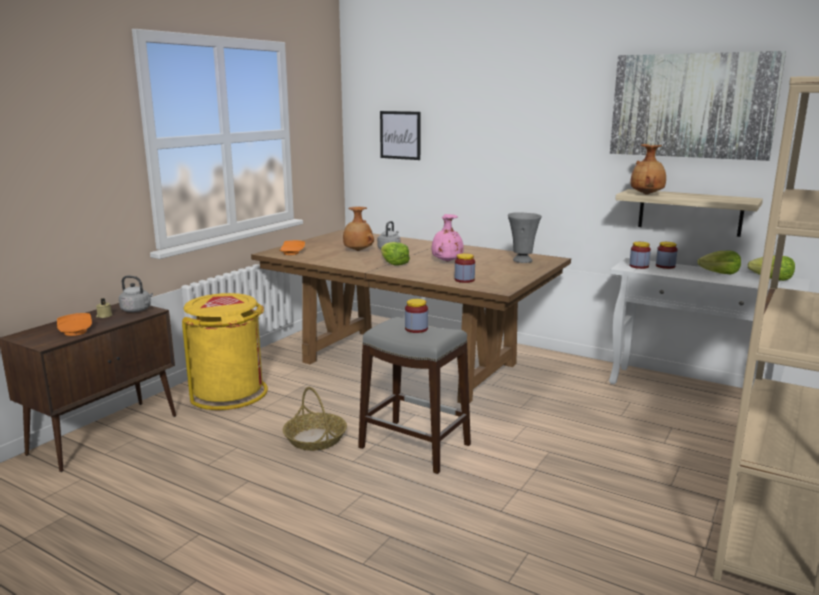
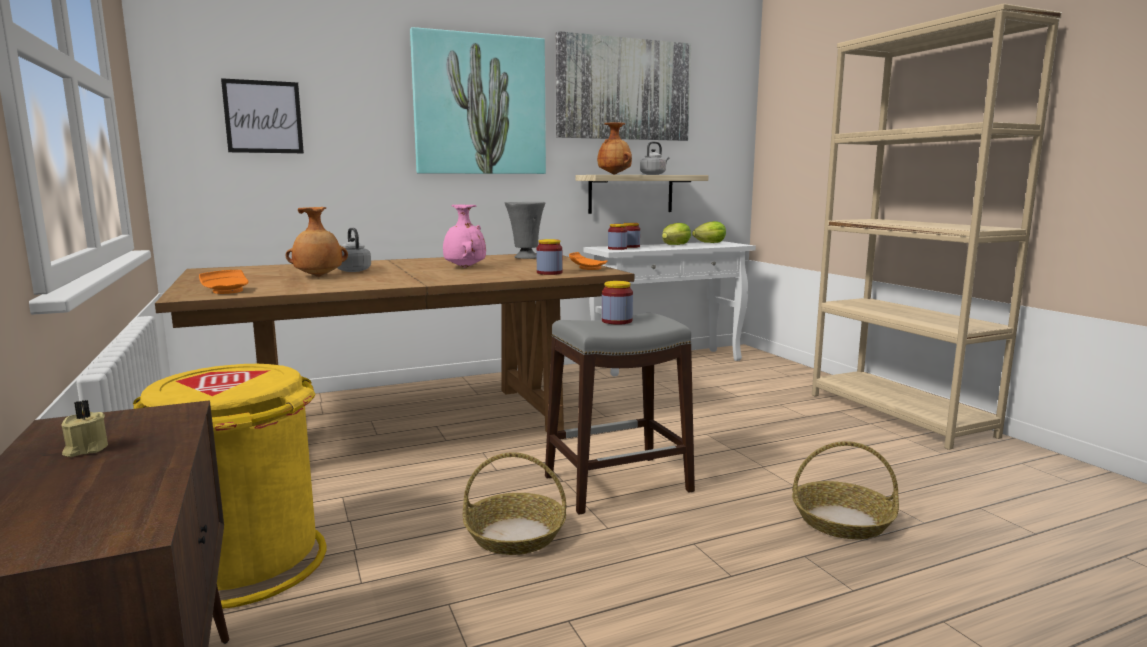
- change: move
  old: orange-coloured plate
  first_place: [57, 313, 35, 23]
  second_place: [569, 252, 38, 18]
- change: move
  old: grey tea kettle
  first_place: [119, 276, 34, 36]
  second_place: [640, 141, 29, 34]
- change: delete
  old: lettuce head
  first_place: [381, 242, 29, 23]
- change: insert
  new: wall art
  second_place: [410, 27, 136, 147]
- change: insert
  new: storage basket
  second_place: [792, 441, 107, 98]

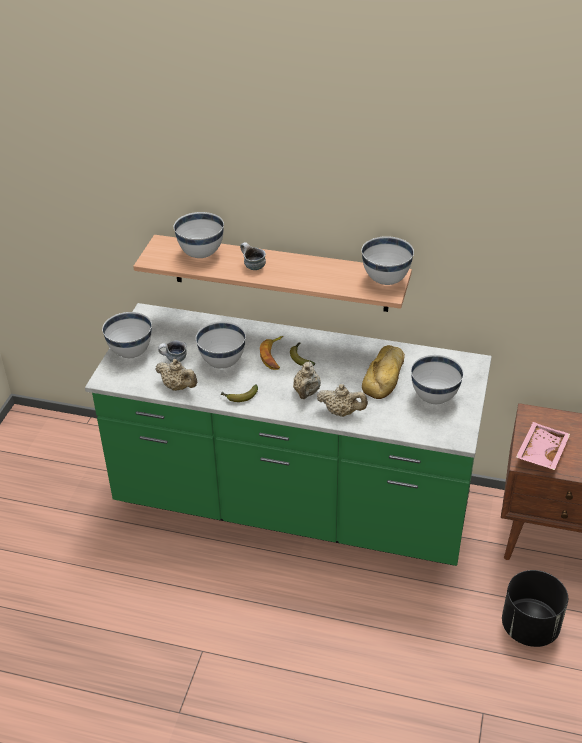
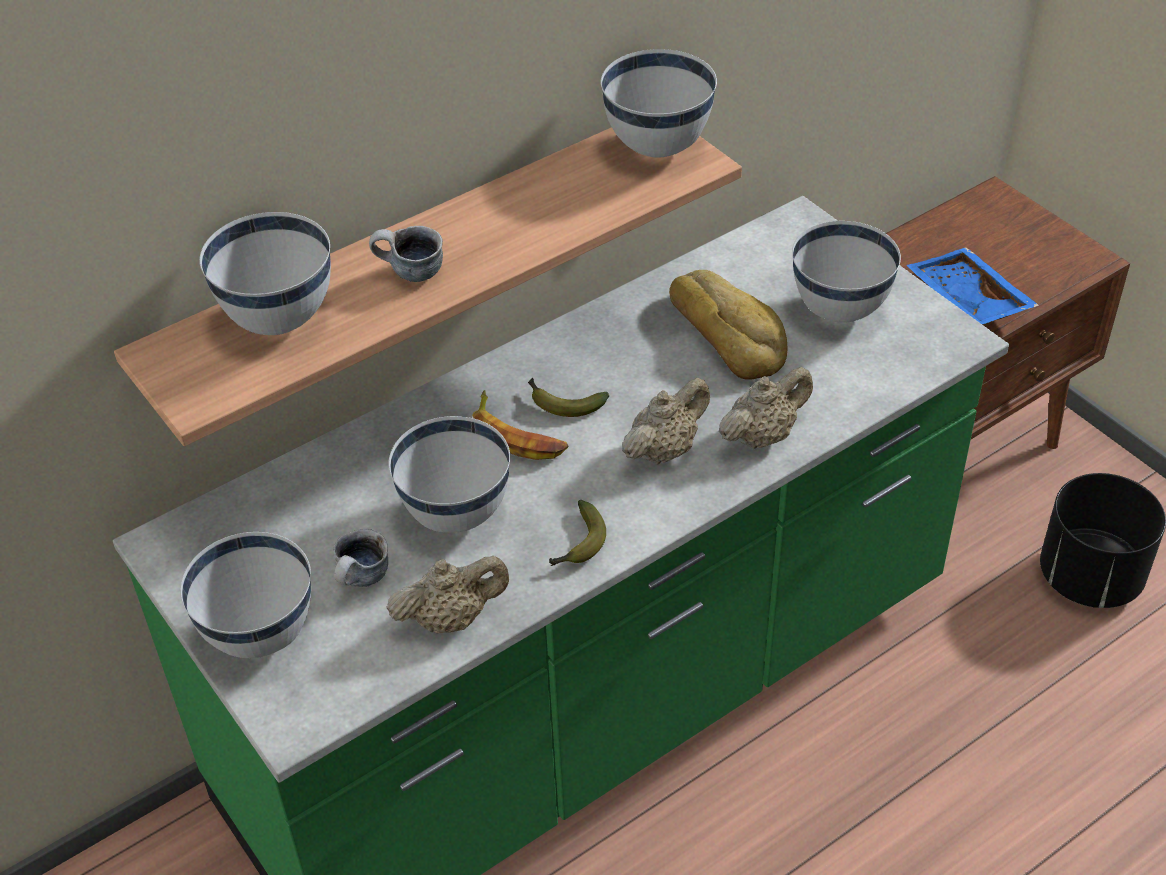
- change: rotate
  old: sand-coloured teapot
  first_place: [293, 362, 28, 37]
  second_place: [622, 378, 88, 87]
  degrees: -90
- change: recolor
  old: pinkish carrying tray
  new: blue-coloured carrying tray
  first_place: [516, 422, 54, 48]
  second_place: [906, 248, 133, 76]

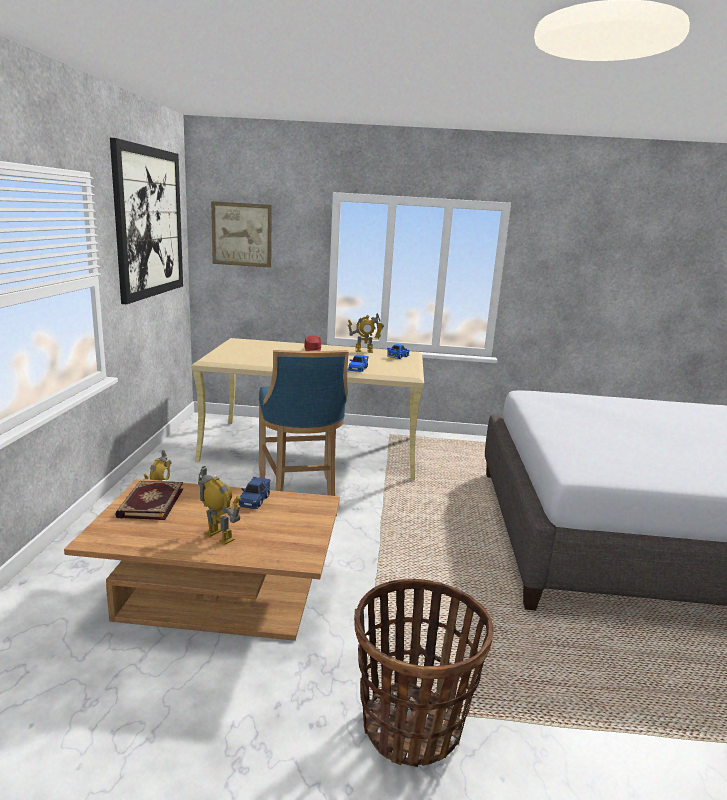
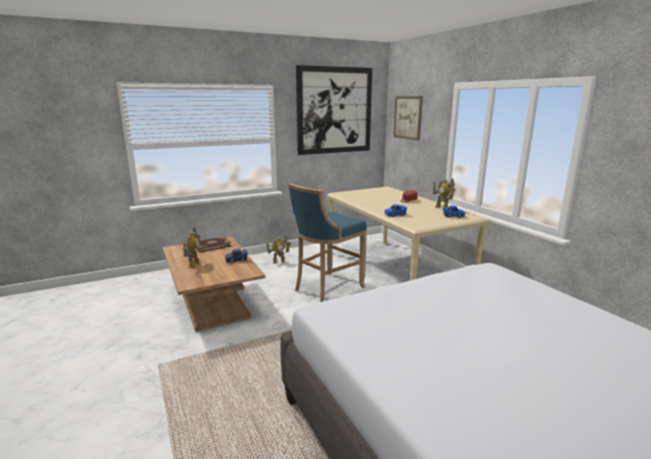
- change: delete
  old: storage basket
  first_place: [354, 579, 140, 189]

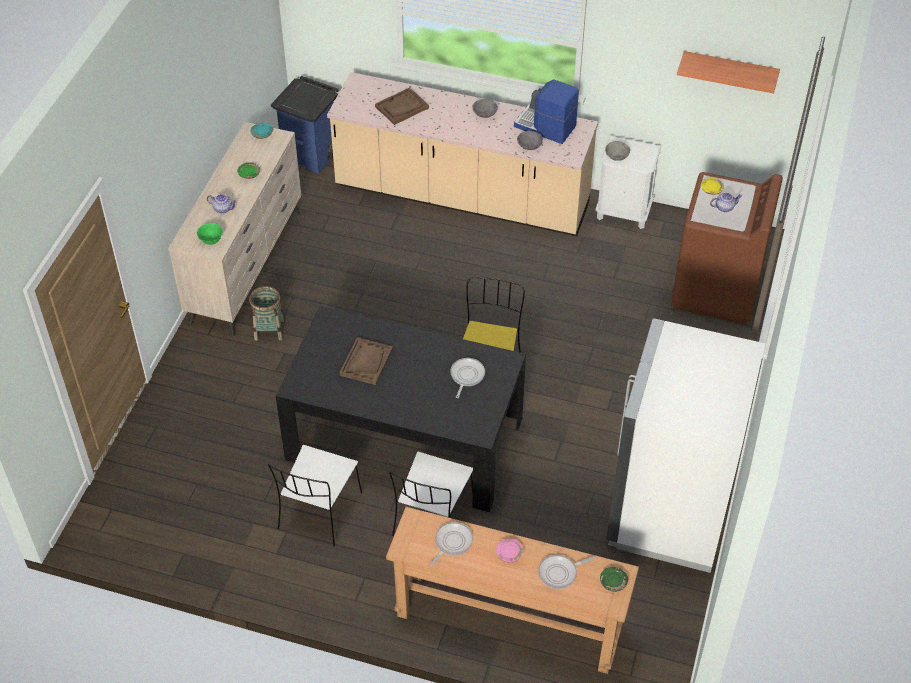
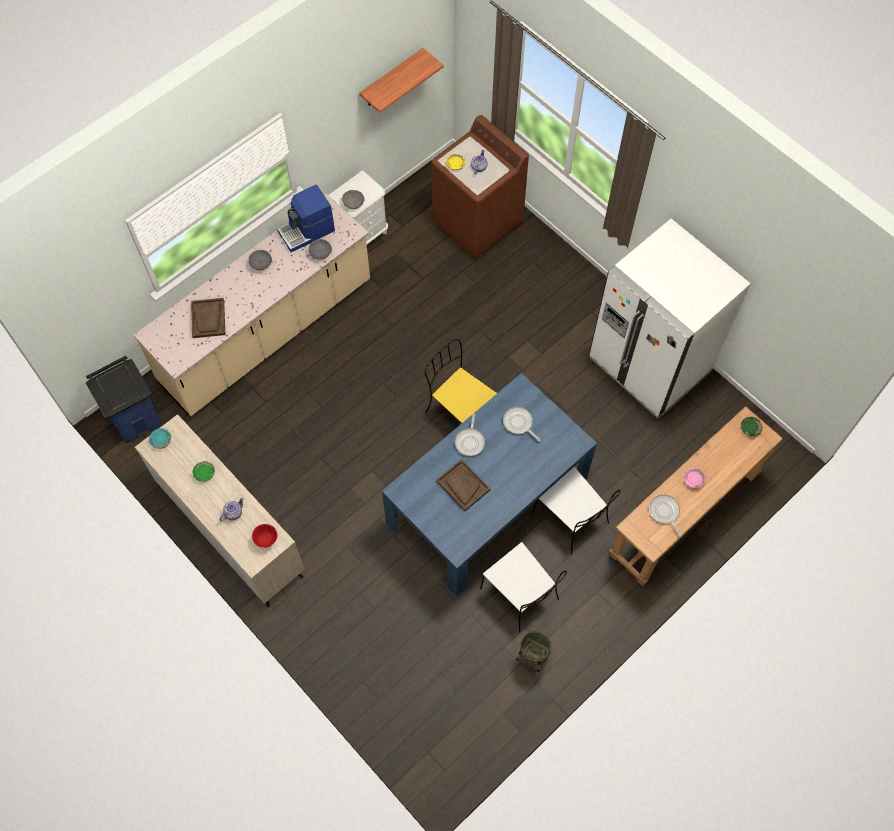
- change: recolor
  old: green-coloured deep dish
  new: red deep dish
  first_place: [197, 223, 26, 22]
  second_place: [252, 524, 26, 24]
- change: move
  old: storage basket
  first_place: [249, 286, 35, 55]
  second_place: [515, 631, 36, 44]
- change: recolor
  old: black dinner table
  new: blue-coloured dinner table
  first_place: [276, 306, 250, 206]
  second_place: [382, 373, 215, 224]
- change: move
  old: frying pan
  first_place: [538, 555, 57, 34]
  second_place: [455, 413, 30, 43]

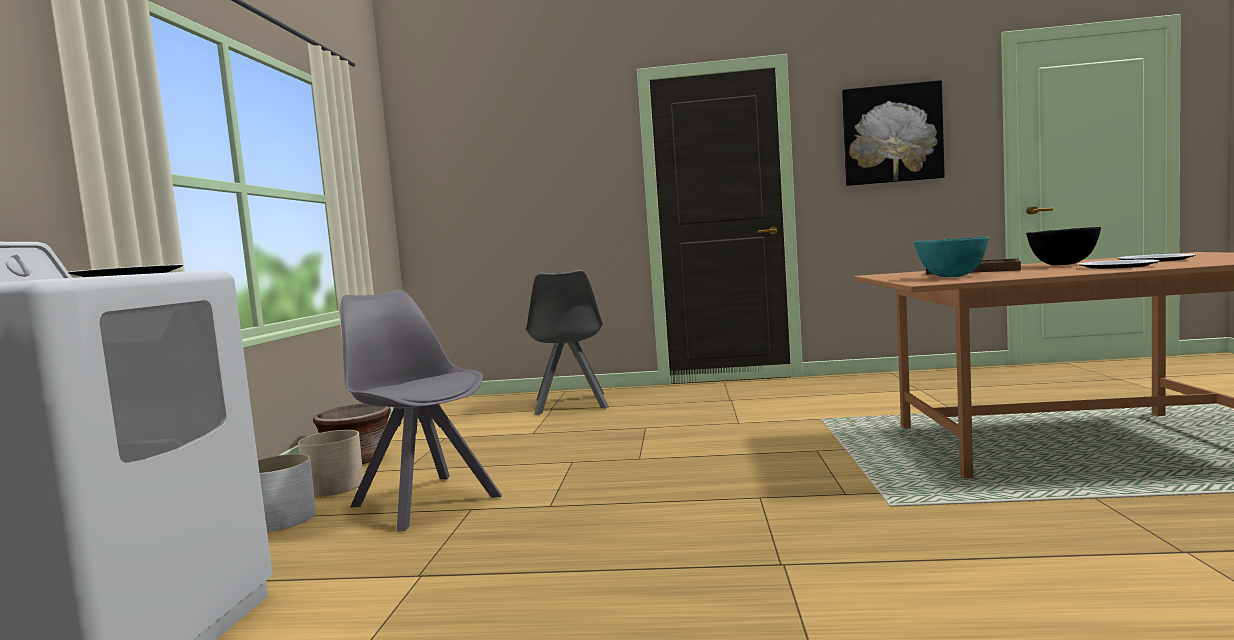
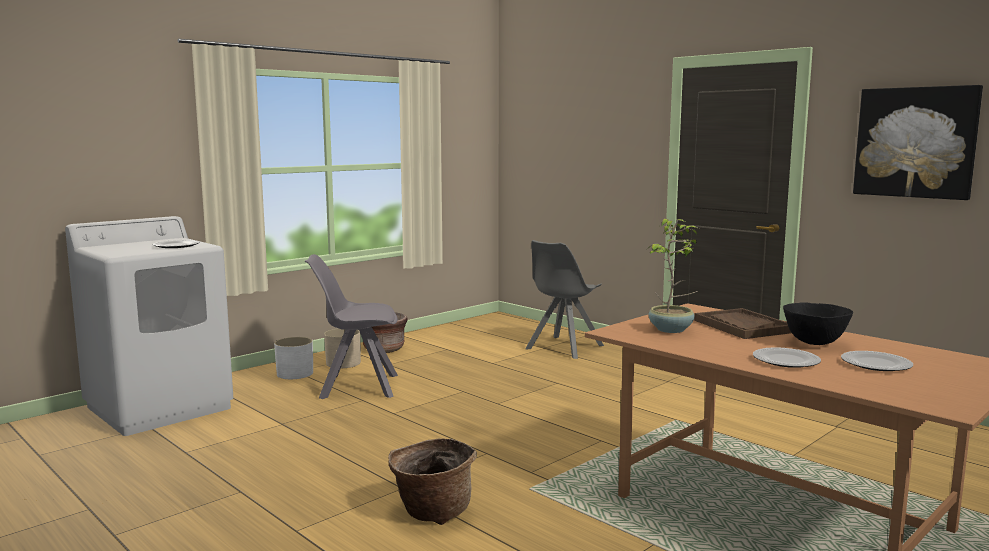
- change: rotate
  old: grey plain chair
  first_place: [340, 290, 162, 241]
  second_place: [305, 254, 93, 145]
  degrees: -90
- change: replace
  old: turquoise-coloured deep dish
  new: plant in a pot
  first_place: [914, 237, 75, 40]
  second_place: [648, 218, 51, 115]
- change: insert
  new: storage basket
  second_place: [388, 438, 89, 87]

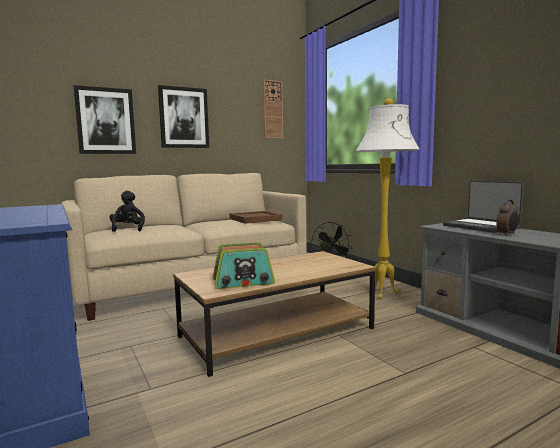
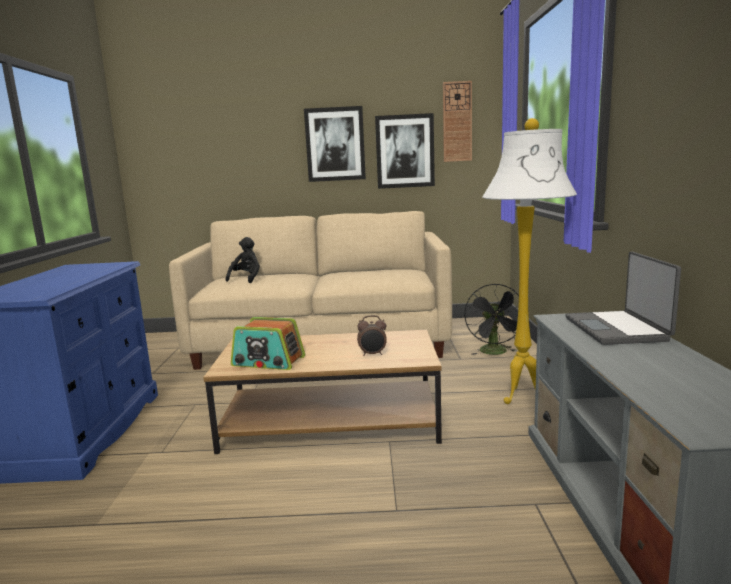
- change: move
  old: wall art
  first_place: [74, 85, 62, 69]
  second_place: [375, 113, 60, 76]
- change: delete
  old: brownish carrying tray
  first_place: [230, 211, 52, 13]
- change: move
  old: bedside clock
  first_place: [496, 200, 23, 36]
  second_place: [357, 315, 30, 41]

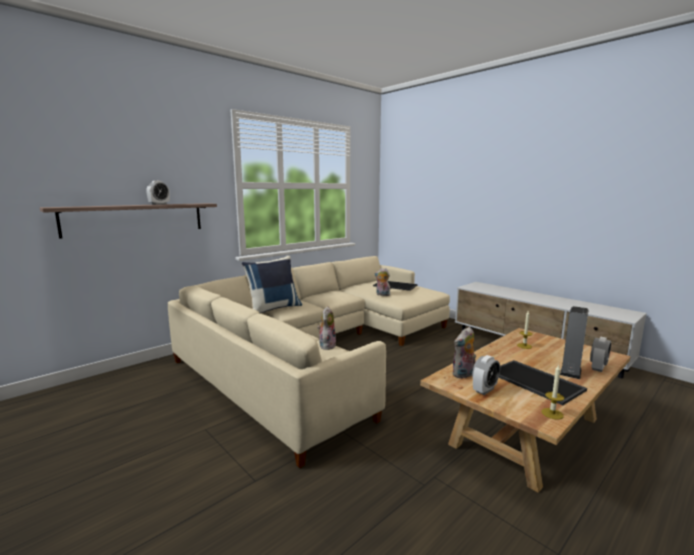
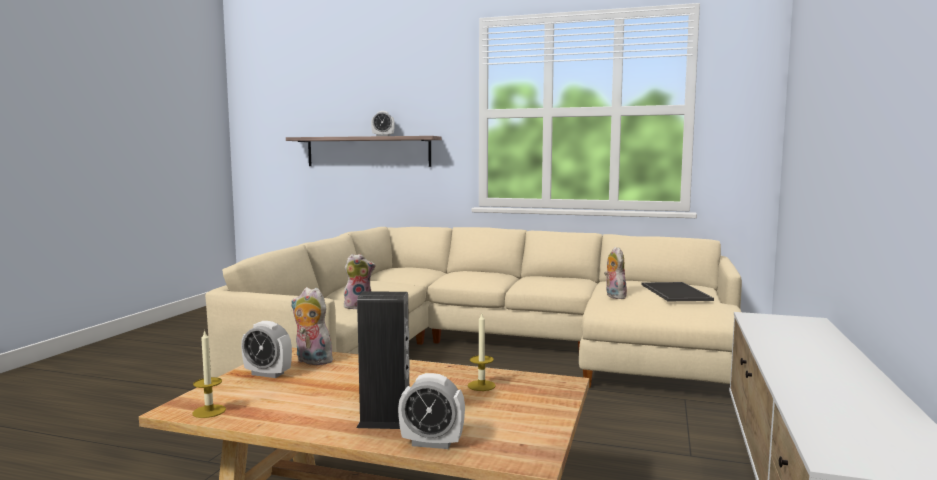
- change: delete
  old: blue-coloured throw pillow
  first_place: [242, 256, 60, 57]
- change: delete
  old: carrying tray
  first_place: [499, 360, 88, 45]

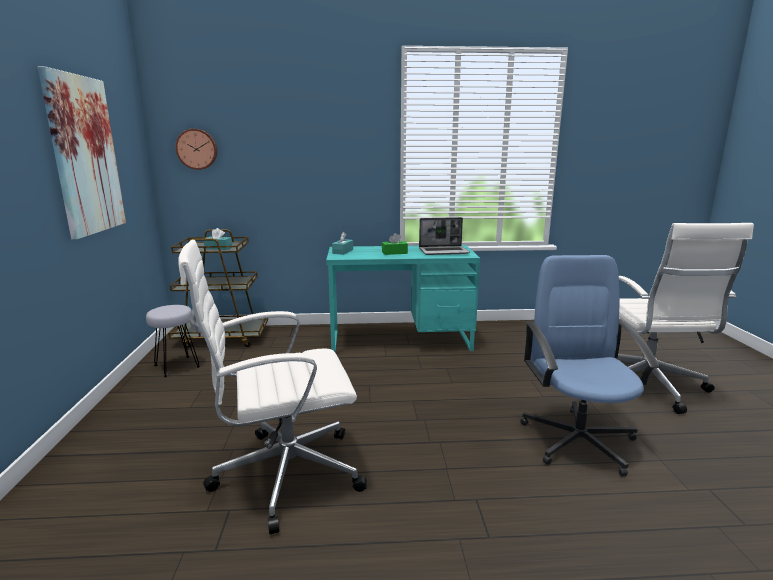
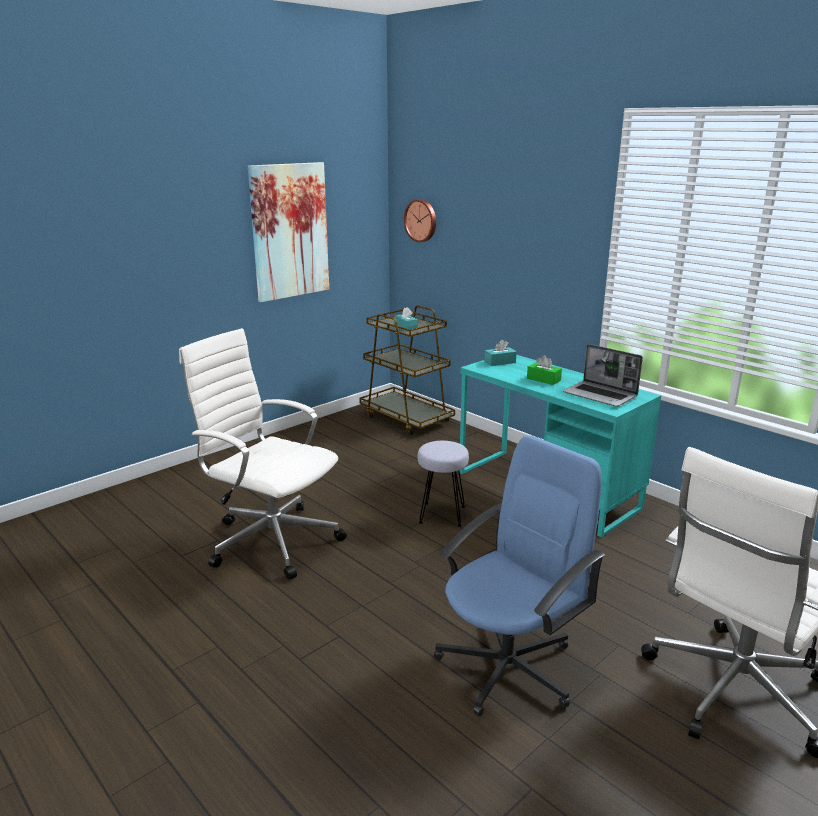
- change: move
  old: grey stool seat
  first_place: [146, 305, 54, 72]
  second_place: [417, 441, 52, 86]

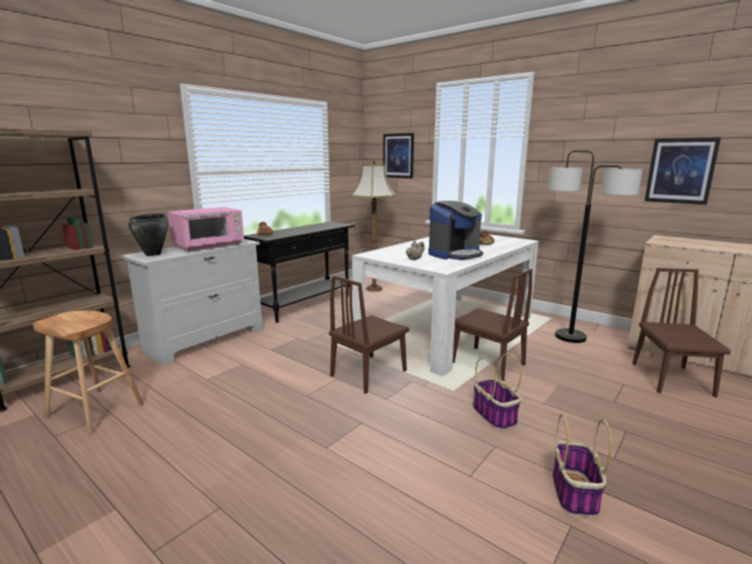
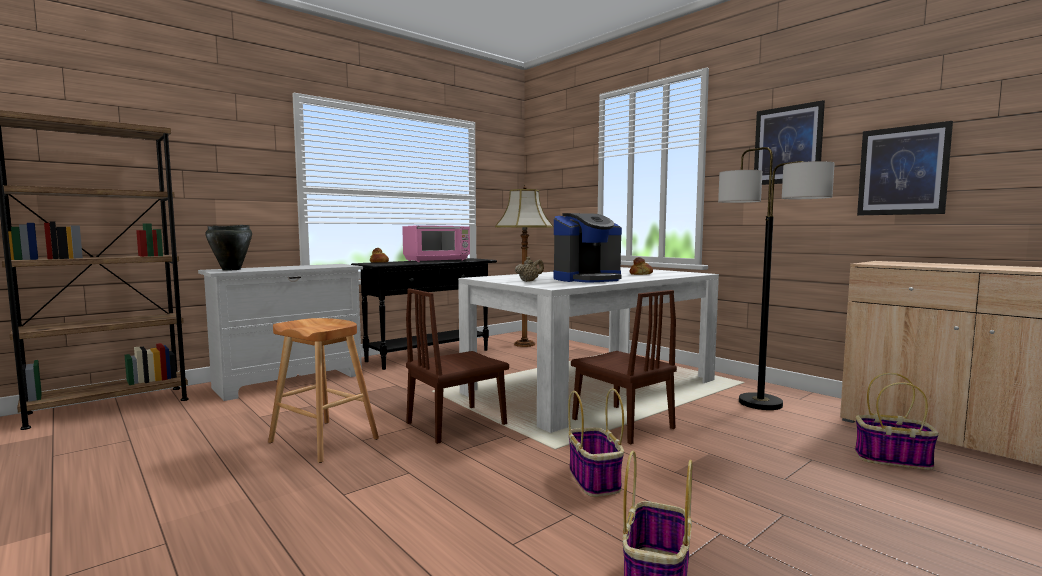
- change: move
  old: brownish stool seat
  first_place: [33, 310, 111, 124]
  second_place: [268, 318, 111, 145]
- change: move
  old: pinkish kitchen microwave
  first_place: [167, 207, 77, 45]
  second_place: [402, 226, 68, 36]
- change: move
  old: wall art
  first_place: [383, 133, 31, 45]
  second_place: [754, 100, 71, 85]
- change: replace
  old: brownish plain chair
  new: storage basket
  first_place: [632, 268, 99, 129]
  second_place: [855, 373, 84, 97]

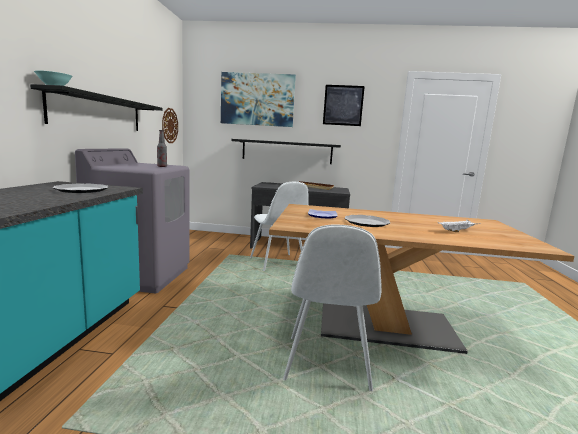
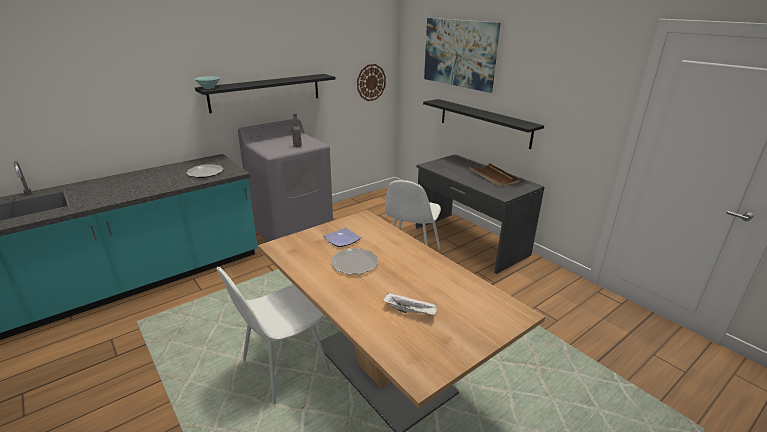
- change: delete
  old: wall art
  first_place: [323, 85, 42, 41]

